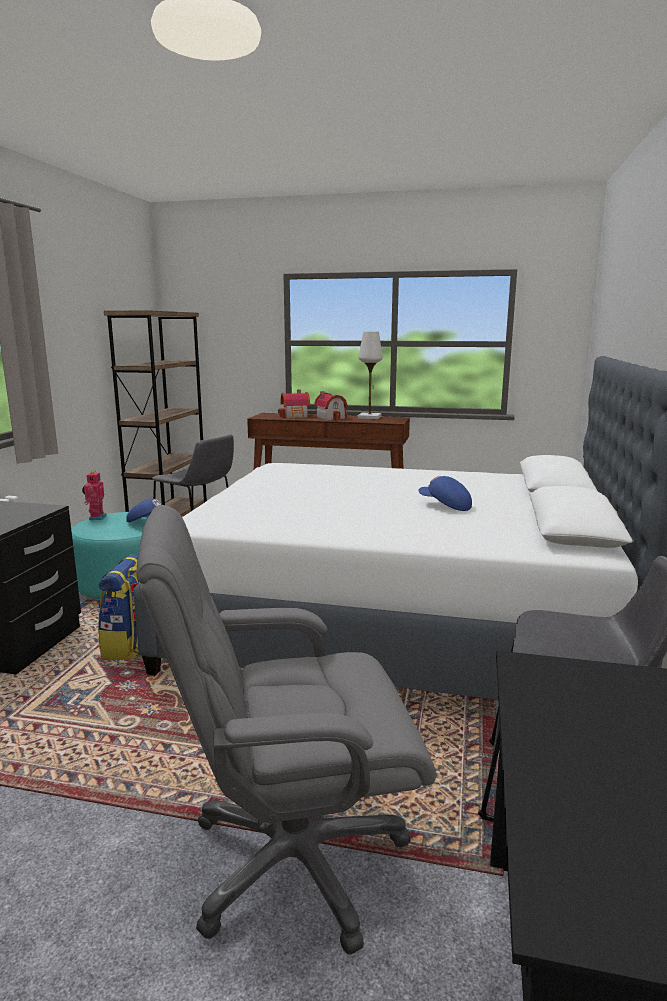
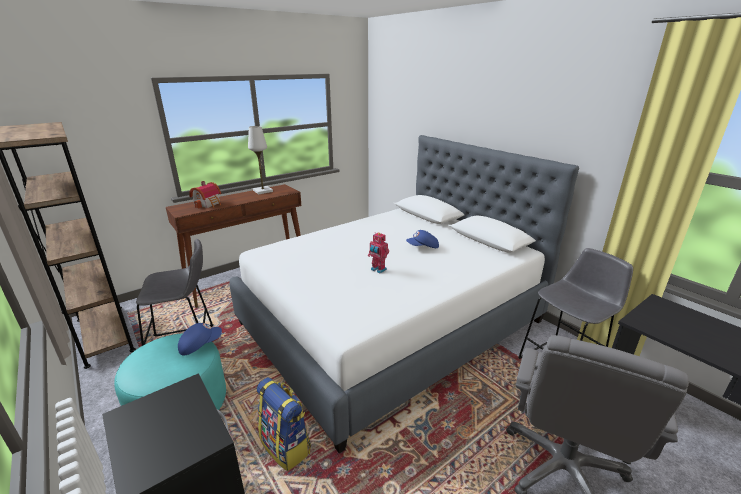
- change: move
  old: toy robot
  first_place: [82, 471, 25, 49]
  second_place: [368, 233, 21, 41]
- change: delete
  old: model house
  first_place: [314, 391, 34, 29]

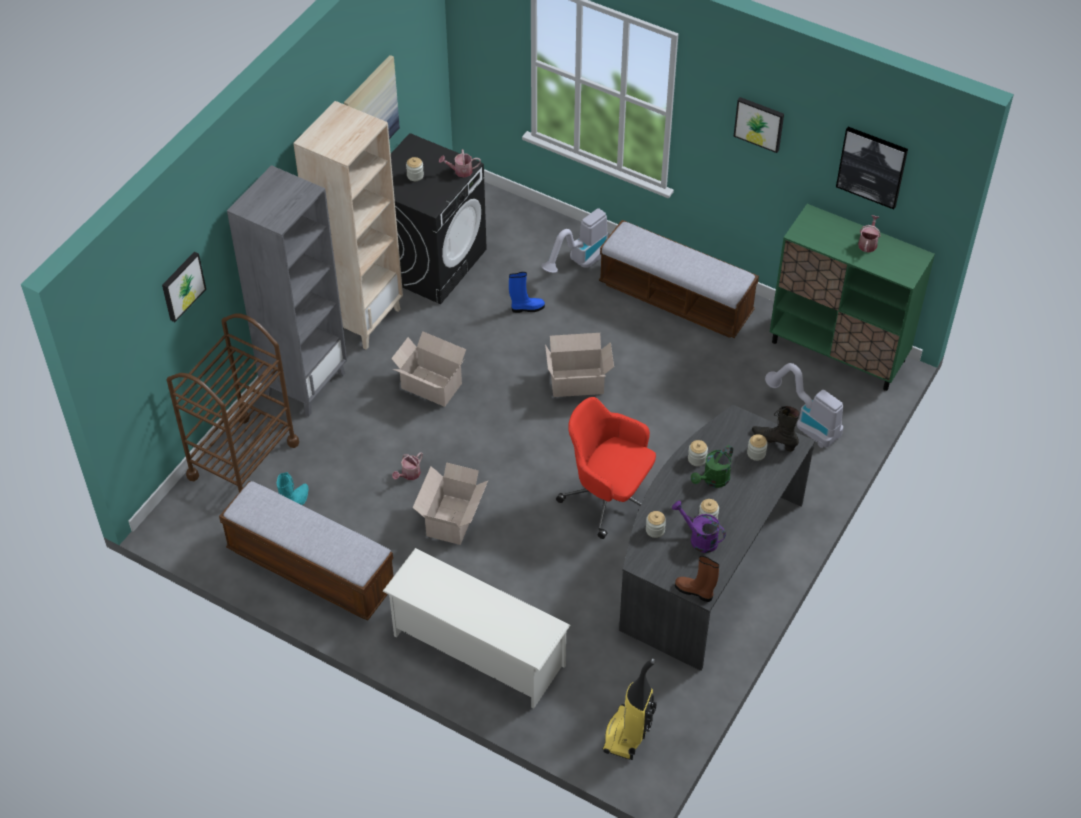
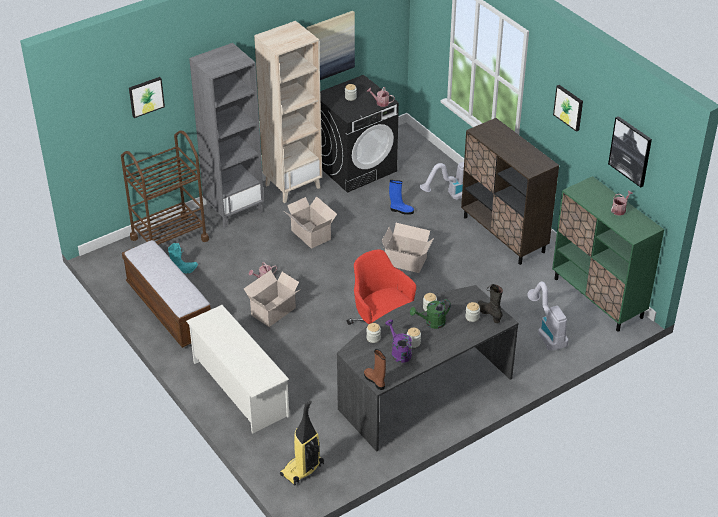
- change: replace
  old: long seat
  new: brownish cupboard
  first_place: [599, 220, 160, 118]
  second_place: [461, 118, 98, 147]

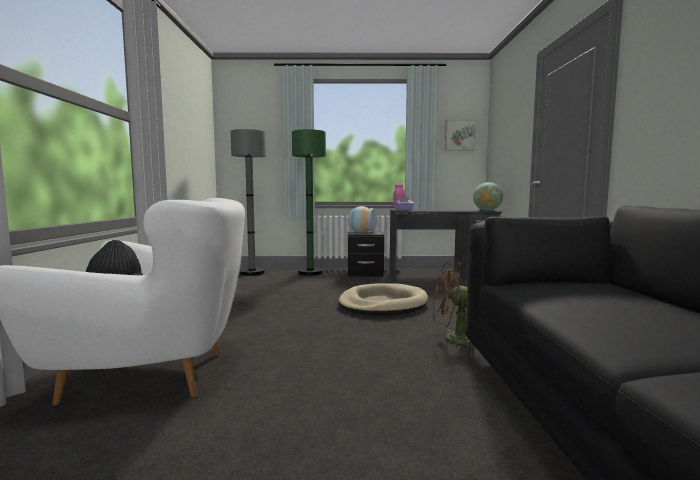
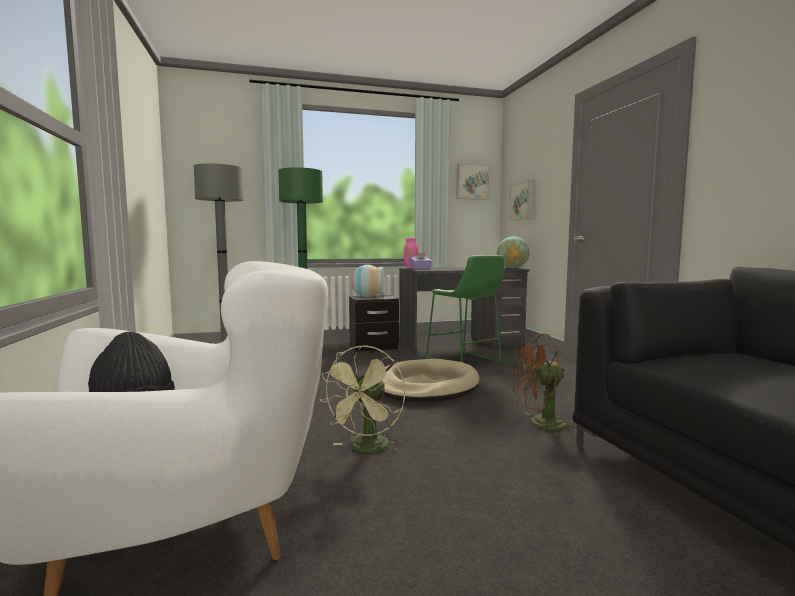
- change: insert
  new: green-coloured electric fan
  second_place: [319, 345, 86, 108]
- change: insert
  new: green-coloured stool seat
  second_place: [425, 255, 79, 109]
- change: insert
  new: wall art
  second_place: [509, 180, 25, 41]

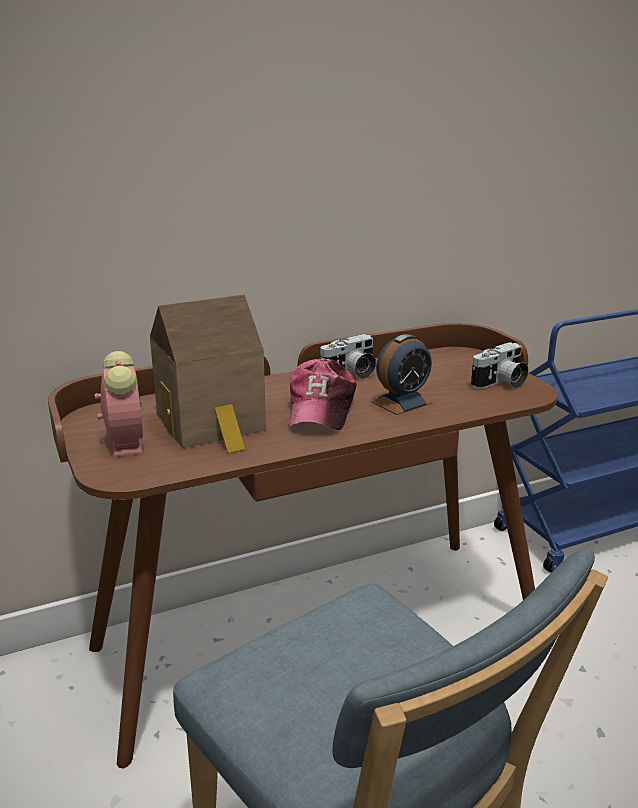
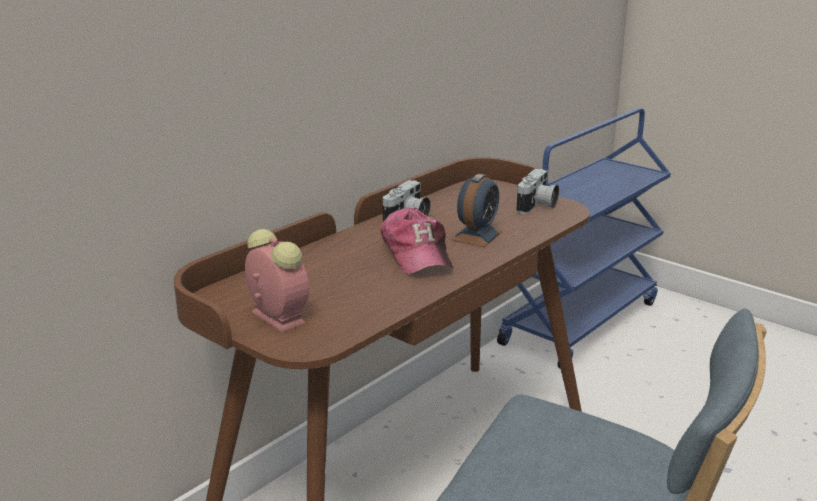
- change: delete
  old: model house
  first_place: [150, 294, 116, 160]

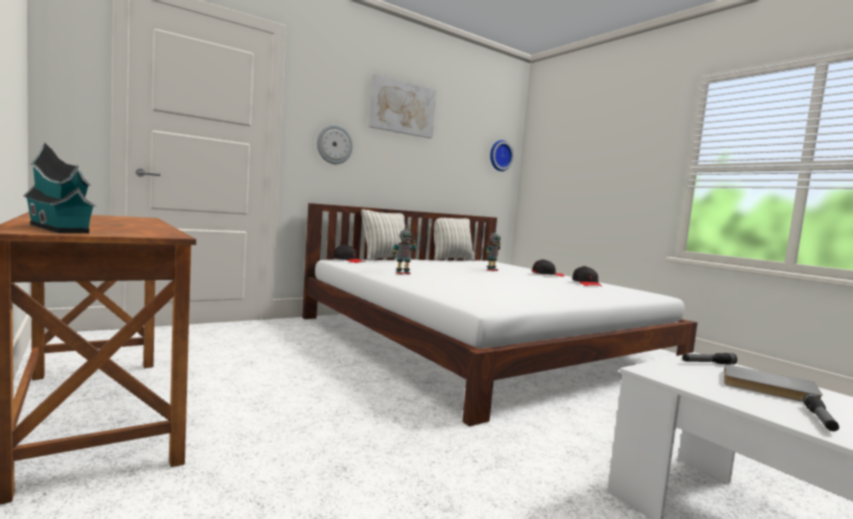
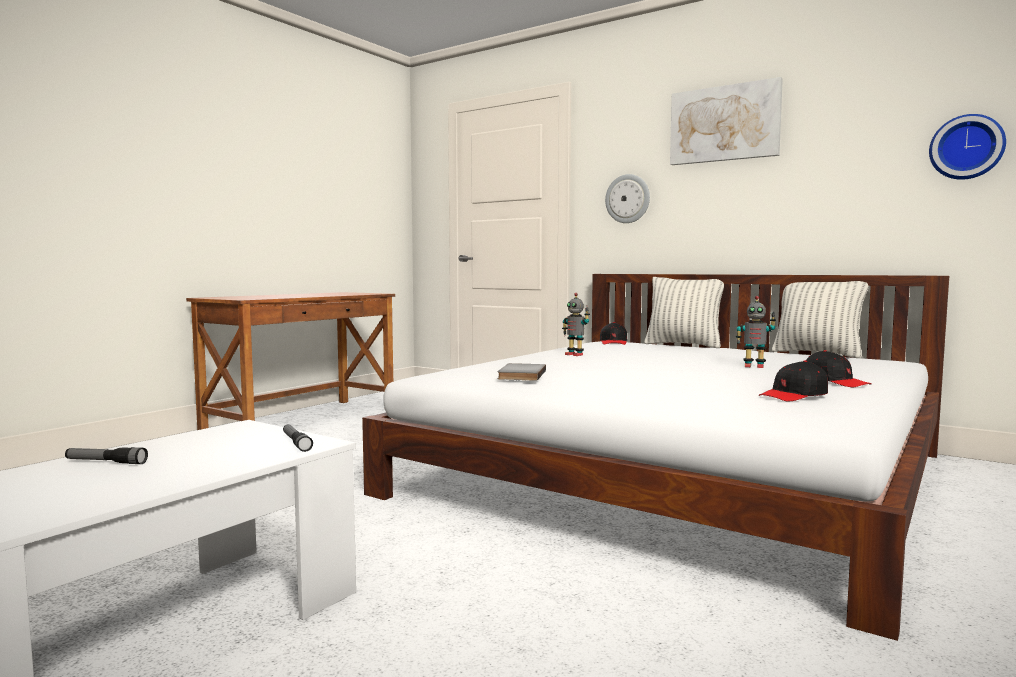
- change: delete
  old: model house
  first_place: [24, 142, 72, 91]
- change: move
  old: grey book
  first_place: [724, 364, 99, 38]
  second_place: [498, 363, 48, 18]

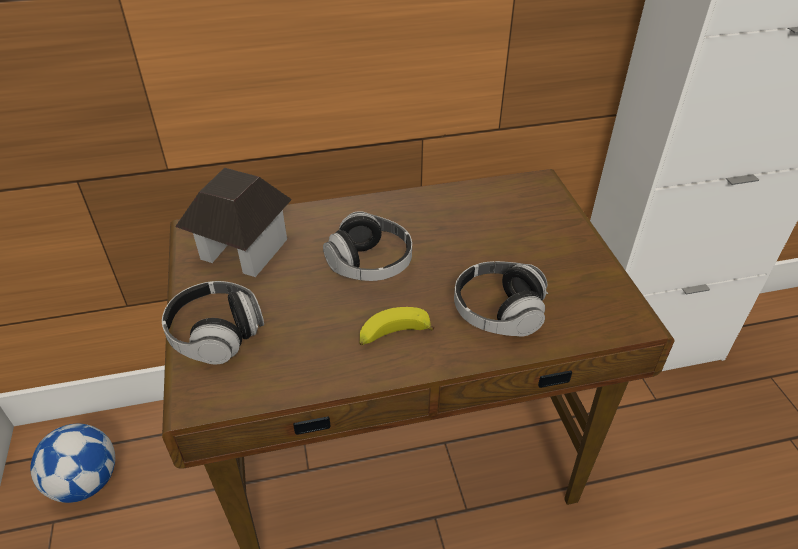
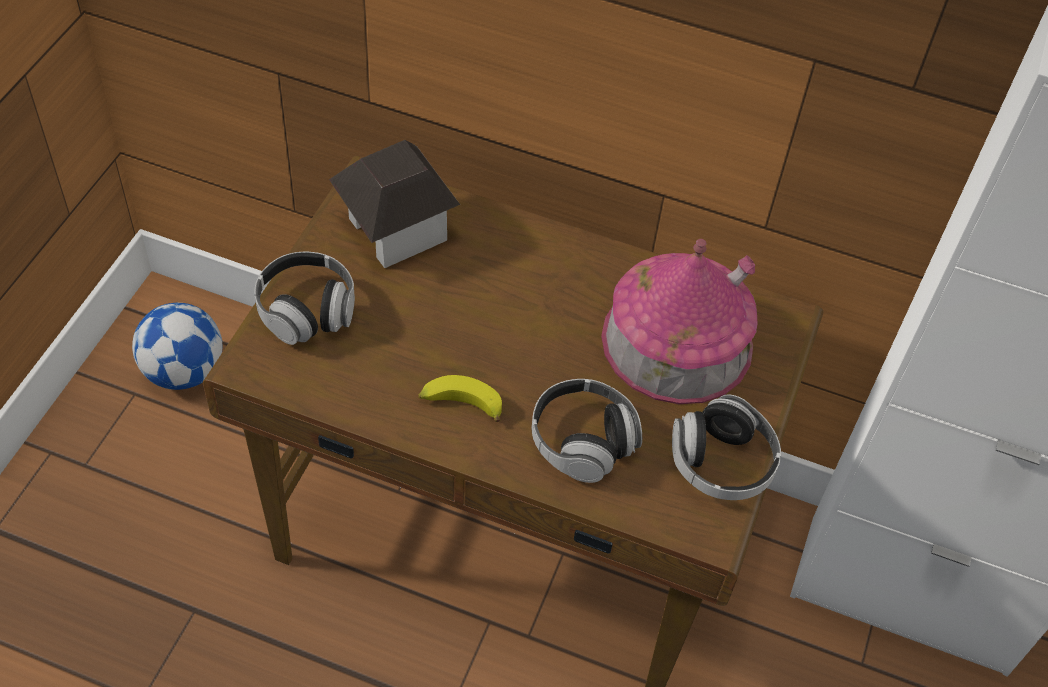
- change: move
  old: headphones
  first_place: [323, 211, 89, 70]
  second_place: [672, 394, 109, 106]
- change: insert
  new: model house
  second_place: [601, 239, 156, 165]

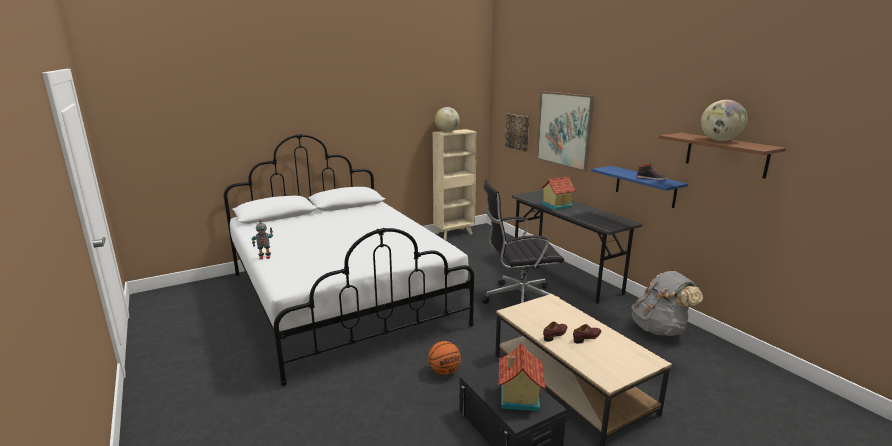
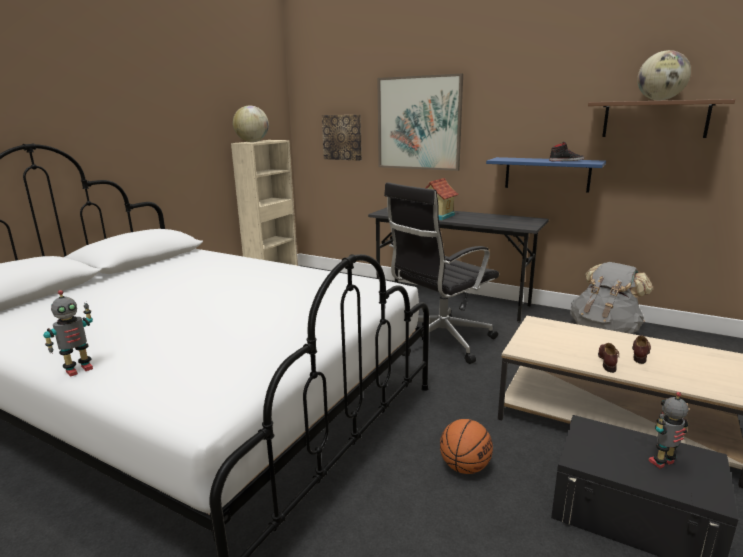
- change: replace
  old: model house
  new: toy robot
  first_place: [499, 343, 46, 69]
  second_place: [648, 392, 41, 77]

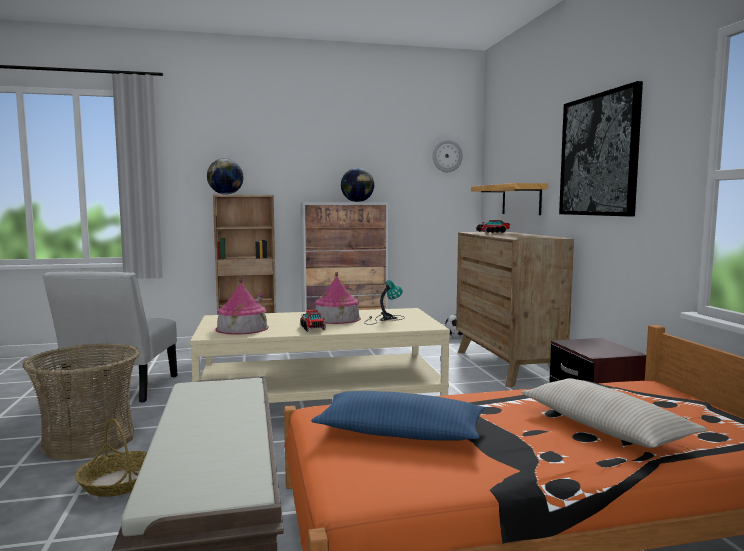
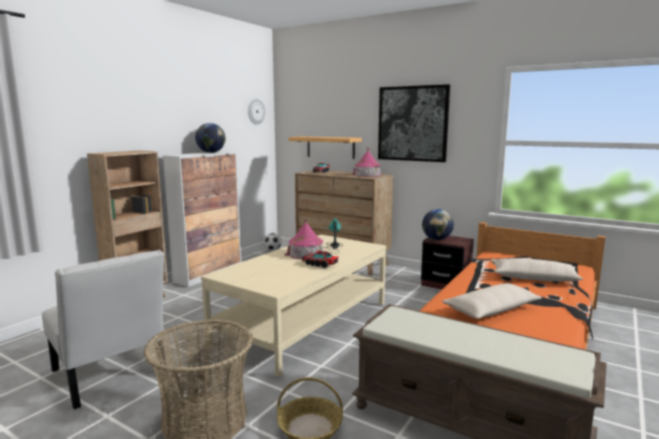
- change: move
  old: globe
  first_place: [207, 158, 37, 37]
  second_place: [422, 209, 32, 31]
- change: move
  old: model house
  first_place: [216, 278, 53, 57]
  second_place: [351, 147, 30, 30]
- change: recolor
  old: blue-coloured throw pillow
  new: sand-coloured throw pillow
  first_place: [311, 391, 174, 50]
  second_place: [442, 283, 100, 36]

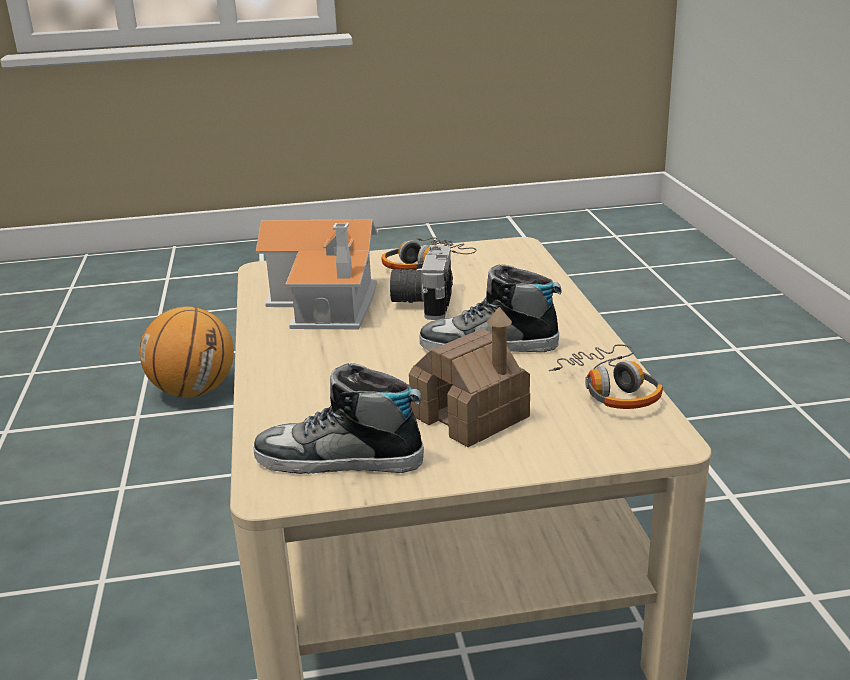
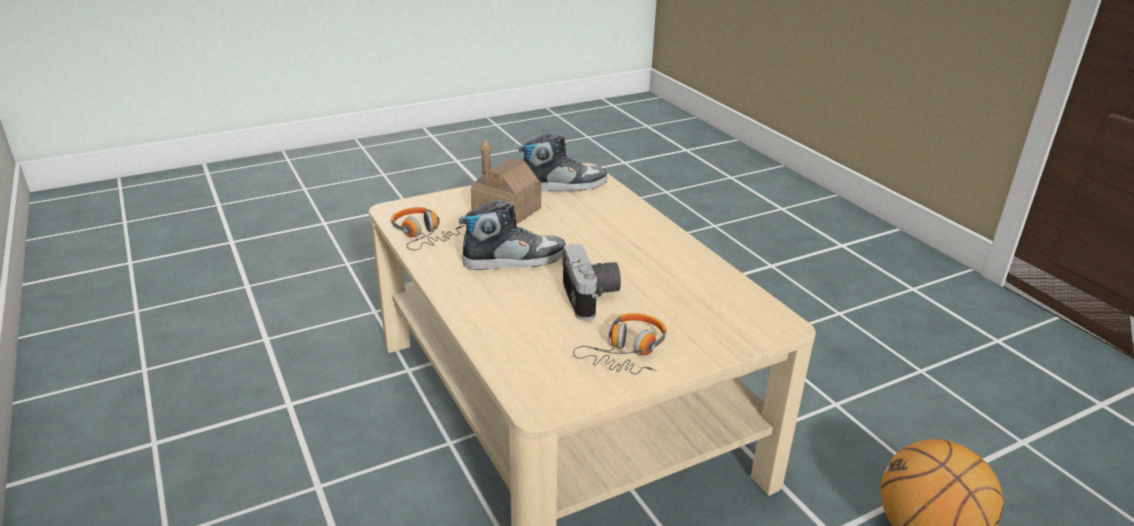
- change: delete
  old: model house
  first_place: [256, 220, 123, 109]

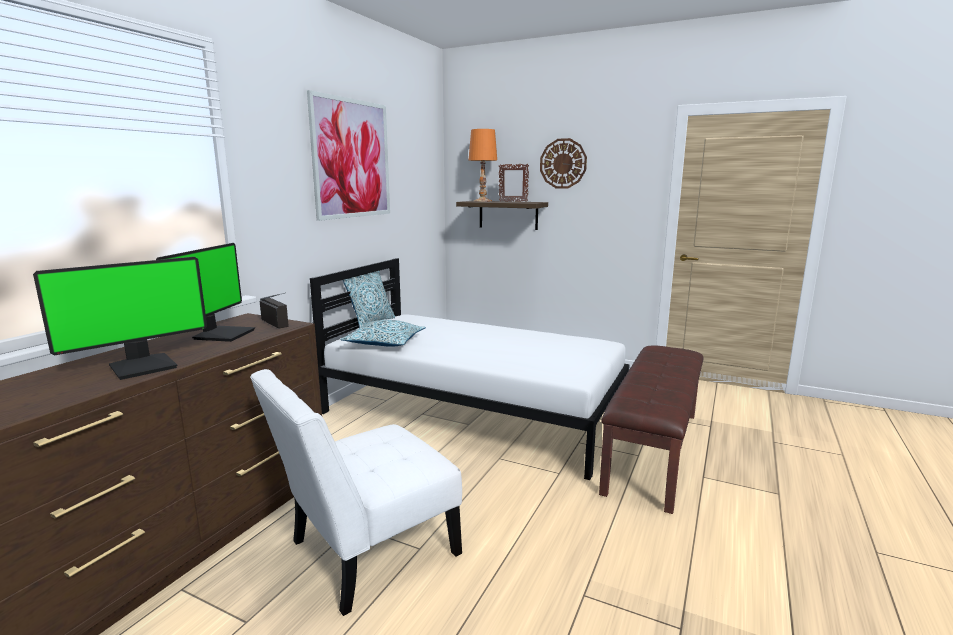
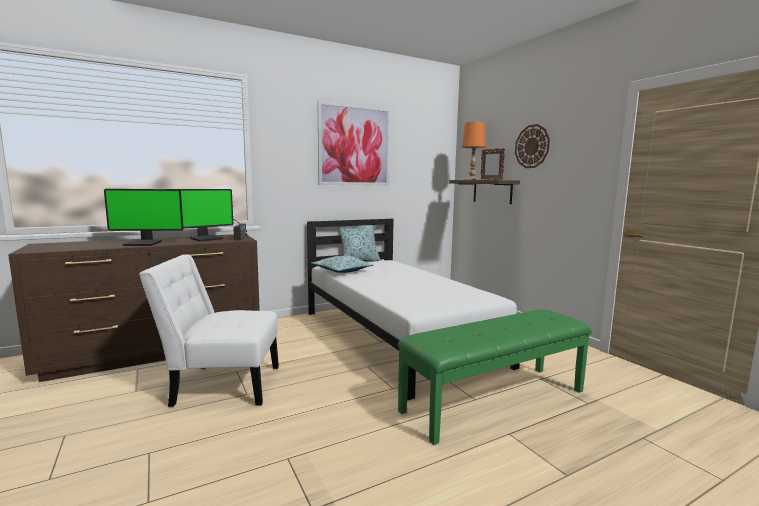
- change: recolor
  old: brownish long seat
  new: green-coloured long seat
  first_place: [599, 346, 105, 168]
  second_place: [397, 309, 195, 136]

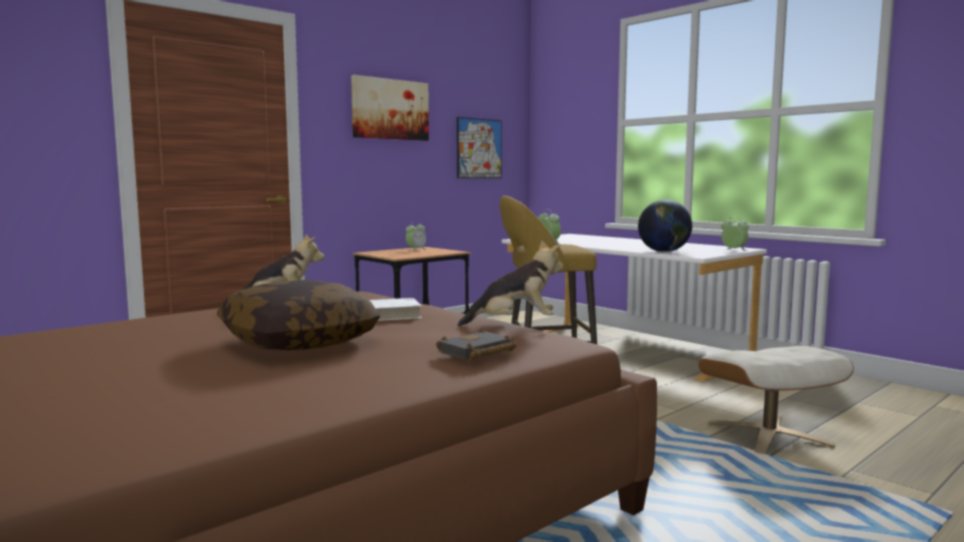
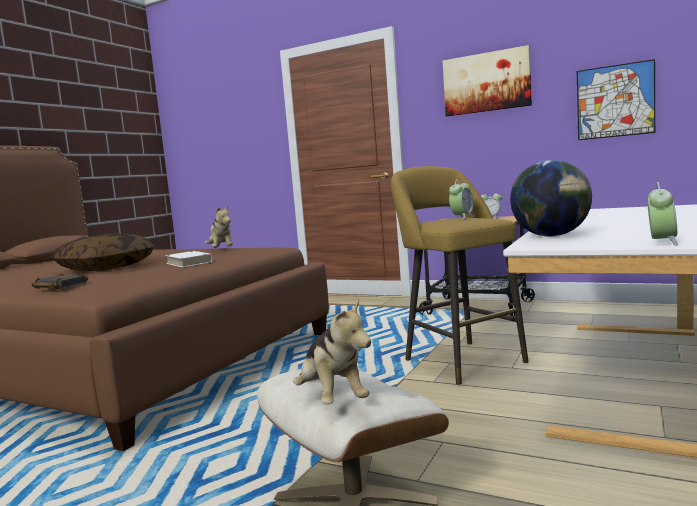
- change: move
  old: cuddly toy
  first_place: [457, 240, 106, 86]
  second_place: [293, 299, 78, 106]

